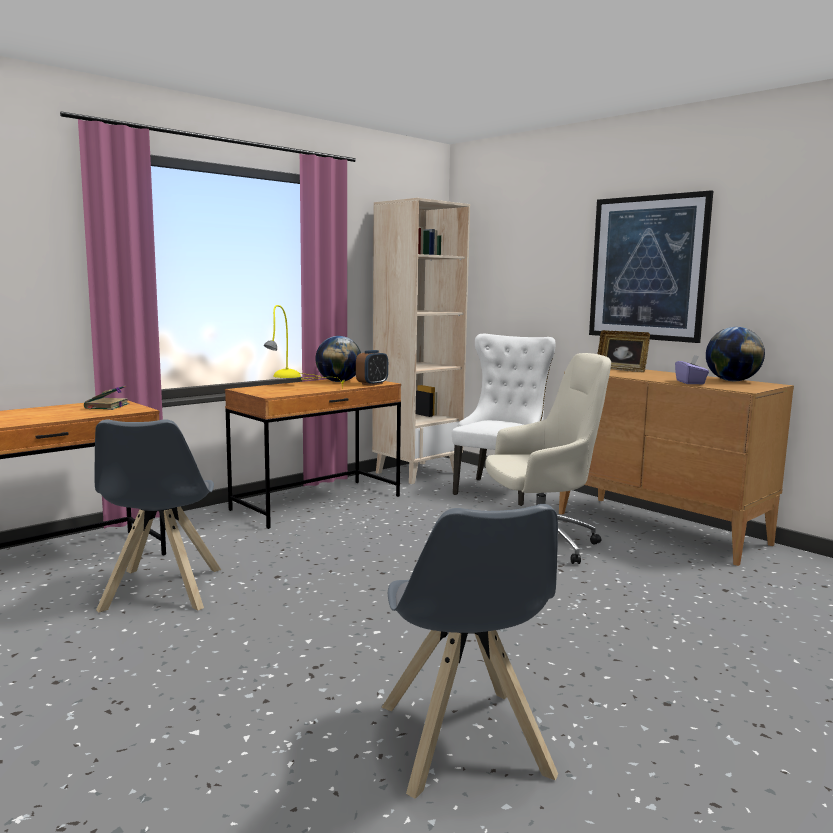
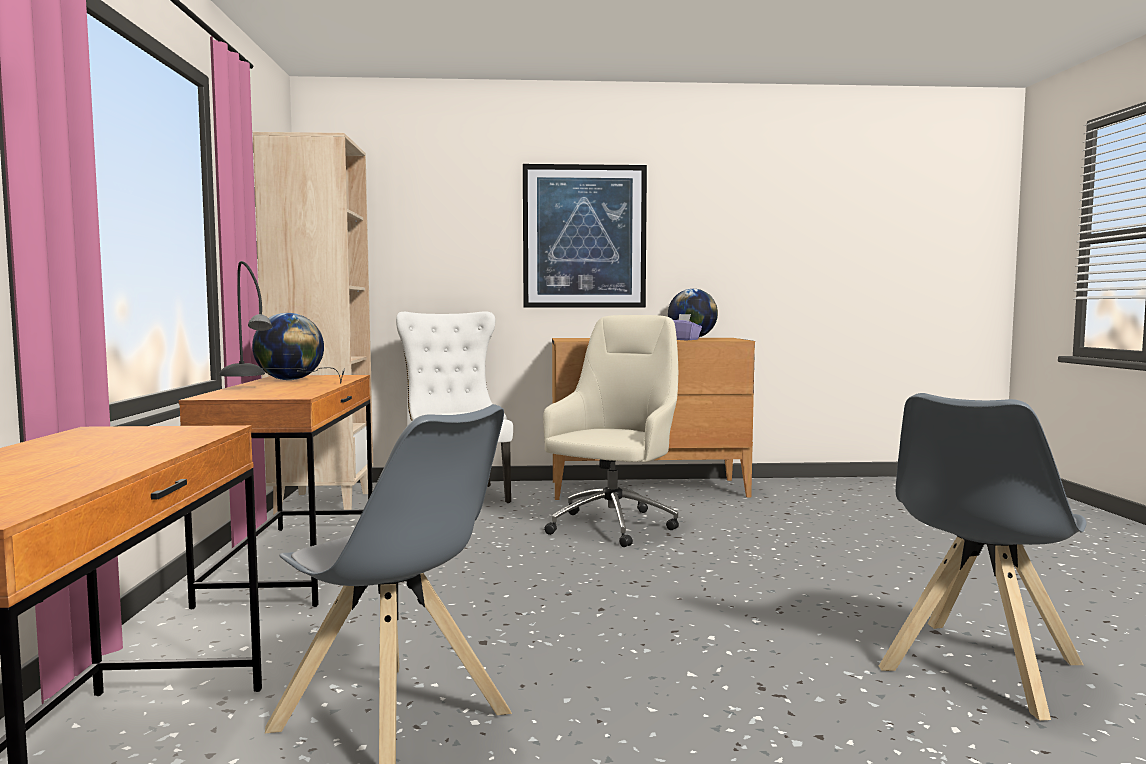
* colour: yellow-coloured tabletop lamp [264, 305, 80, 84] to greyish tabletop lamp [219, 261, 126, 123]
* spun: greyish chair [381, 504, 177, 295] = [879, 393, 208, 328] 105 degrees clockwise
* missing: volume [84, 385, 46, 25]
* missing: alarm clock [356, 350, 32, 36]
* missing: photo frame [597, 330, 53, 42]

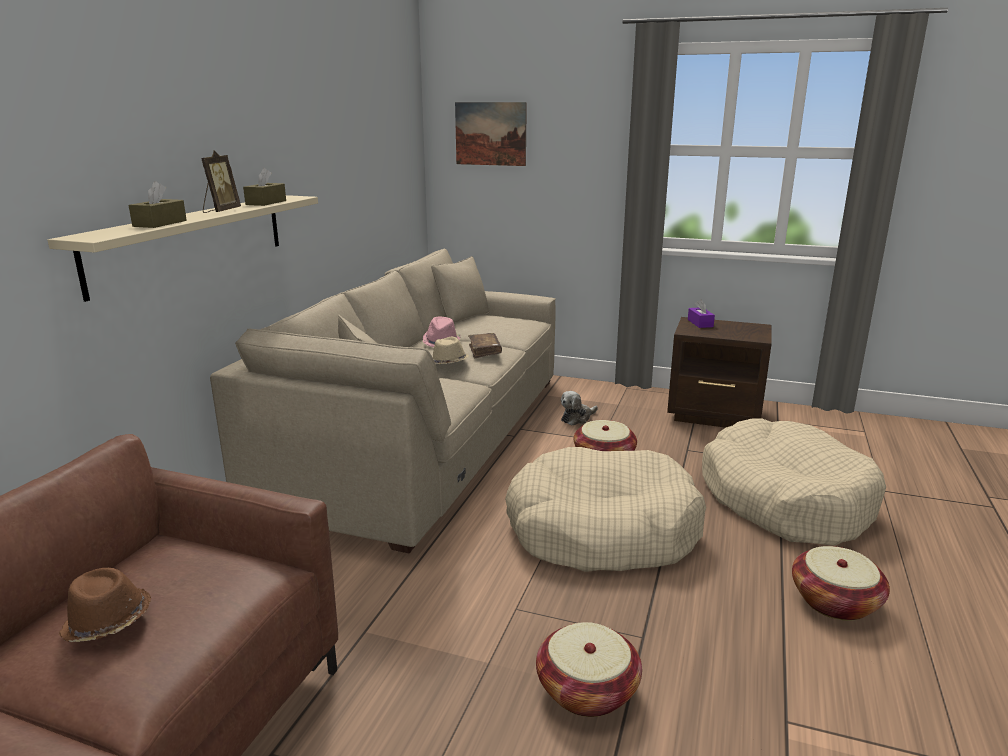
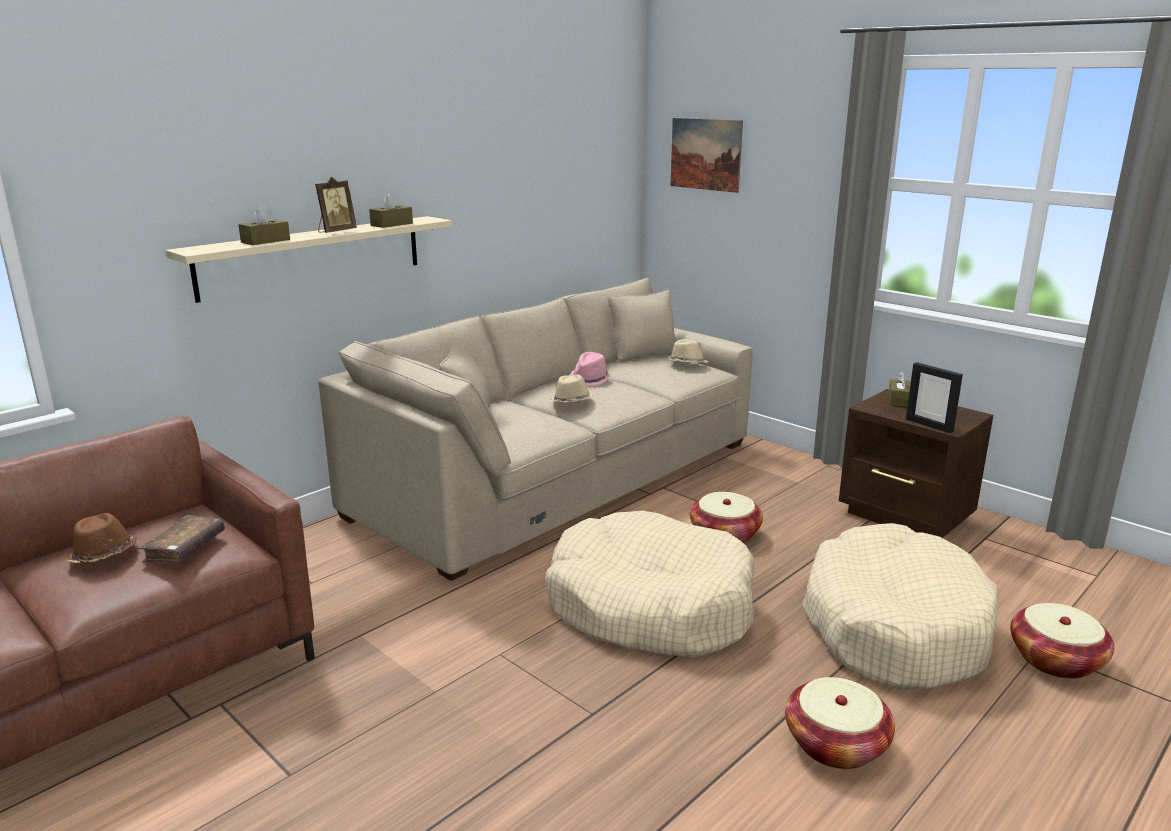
* relocated: brownish volume [469, 333, 33, 25] to [138, 515, 87, 48]
* appeared: beige wearable hat [668, 339, 40, 24]
* colour: purplish box of tissues [688, 299, 27, 29] to brownish box of tissues [889, 371, 22, 36]
* appeared: photo frame [906, 362, 57, 71]
* relocated: household basket [536, 622, 106, 95] to [1010, 603, 104, 76]
* missing: soft toy [561, 391, 37, 34]

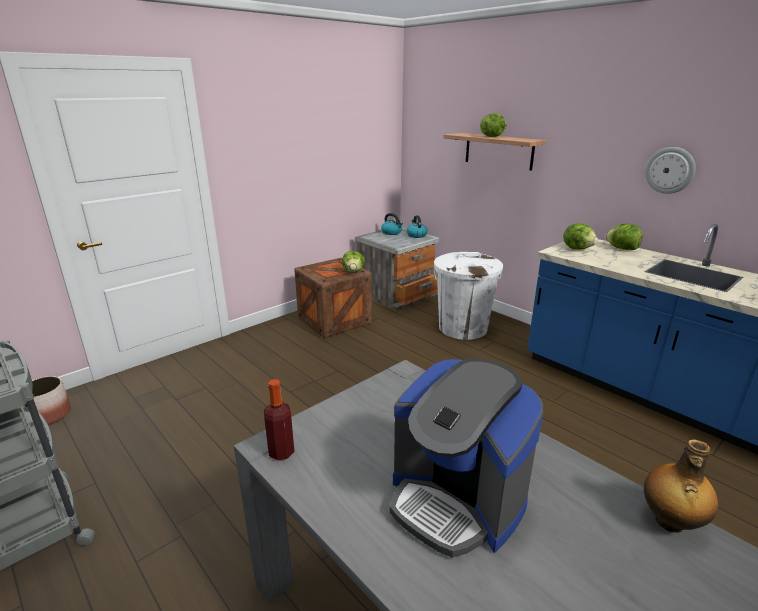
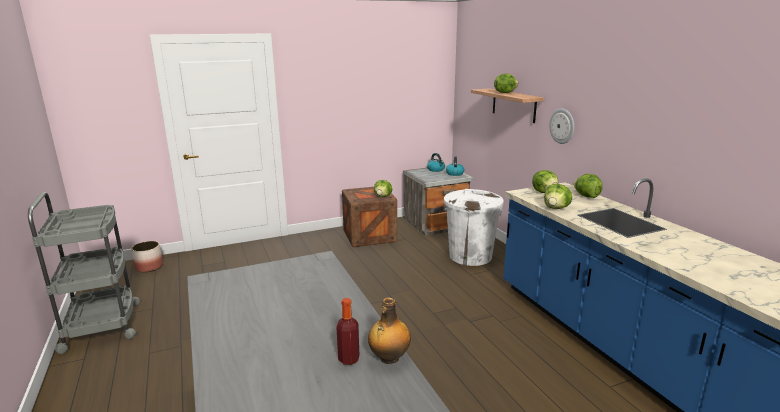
* relocated: bottle [264, 379, 31, 82] to [336, 298, 23, 67]
* appeared: lettuce head [544, 184, 28, 25]
* relocated: wall clock [645, 147, 51, 47] to [549, 108, 25, 36]
* missing: coffee machine [390, 358, 153, 200]

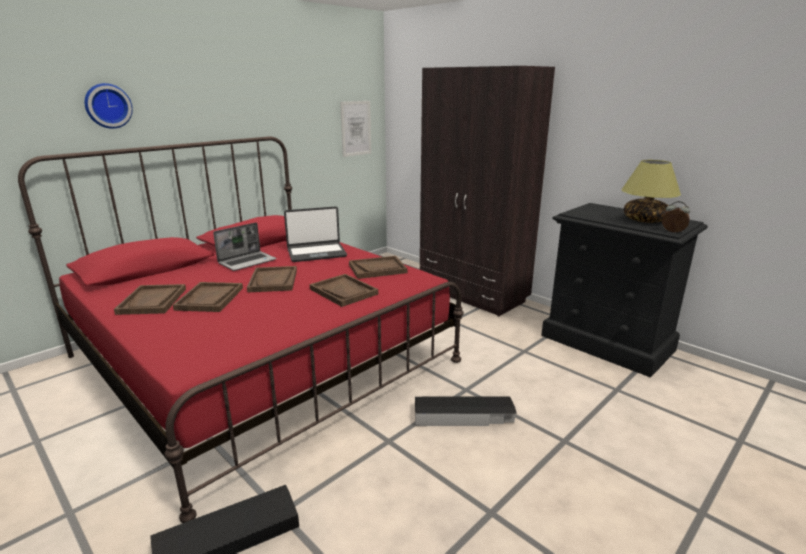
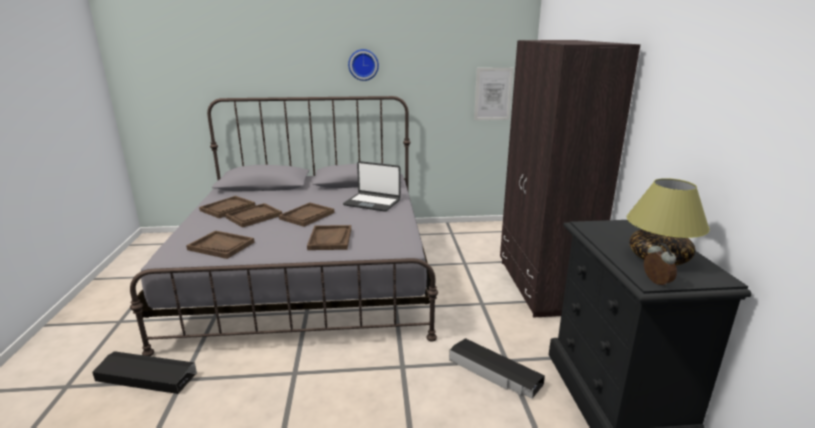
* colour: reddish bed [18, 136, 446, 387] to greyish bed [130, 96, 308, 260]
* relocated: brownish carrying tray [349, 256, 58, 23] to [186, 231, 69, 28]
* relocated: wall clock [84, 83, 49, 46] to [348, 49, 31, 32]
* relocated: black-coloured storage container [415, 397, 102, 29] to [449, 338, 96, 61]
* missing: notebook computer [213, 223, 64, 48]

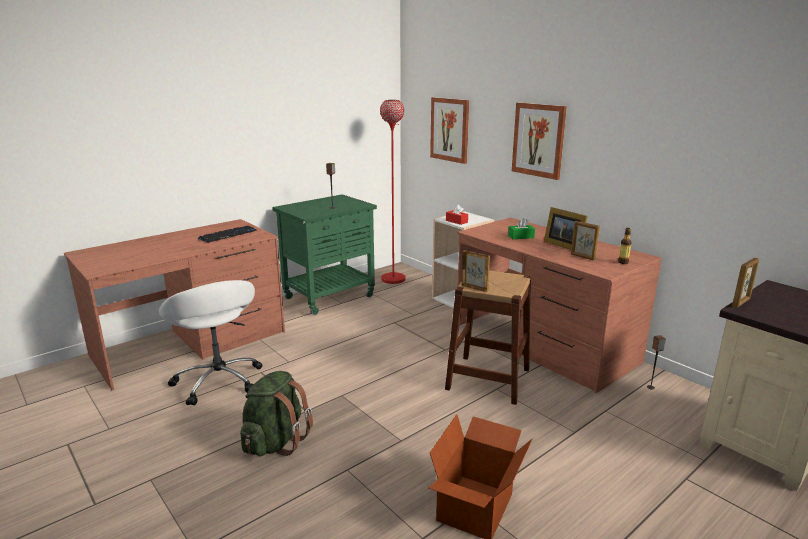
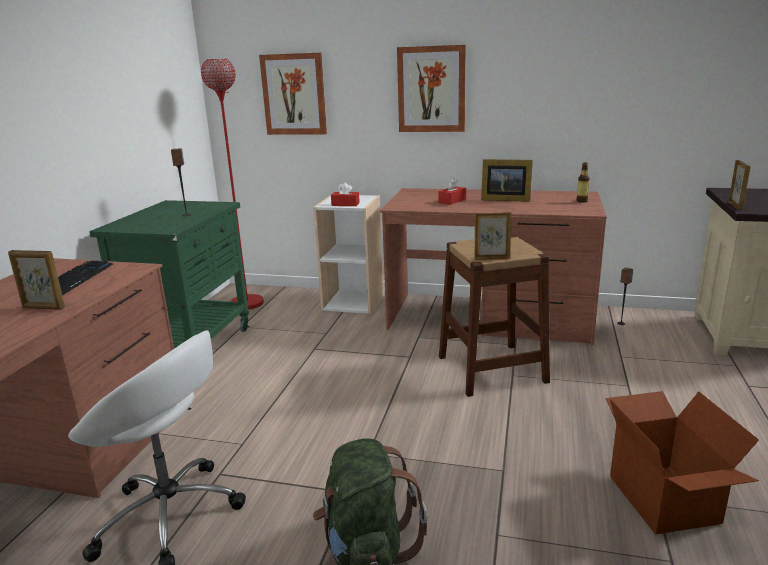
* relocated: photo frame [571, 221, 29, 39] to [8, 250, 57, 60]
* colour: green box of tissues [508, 218, 27, 21] to reddish box of tissues [438, 178, 28, 27]

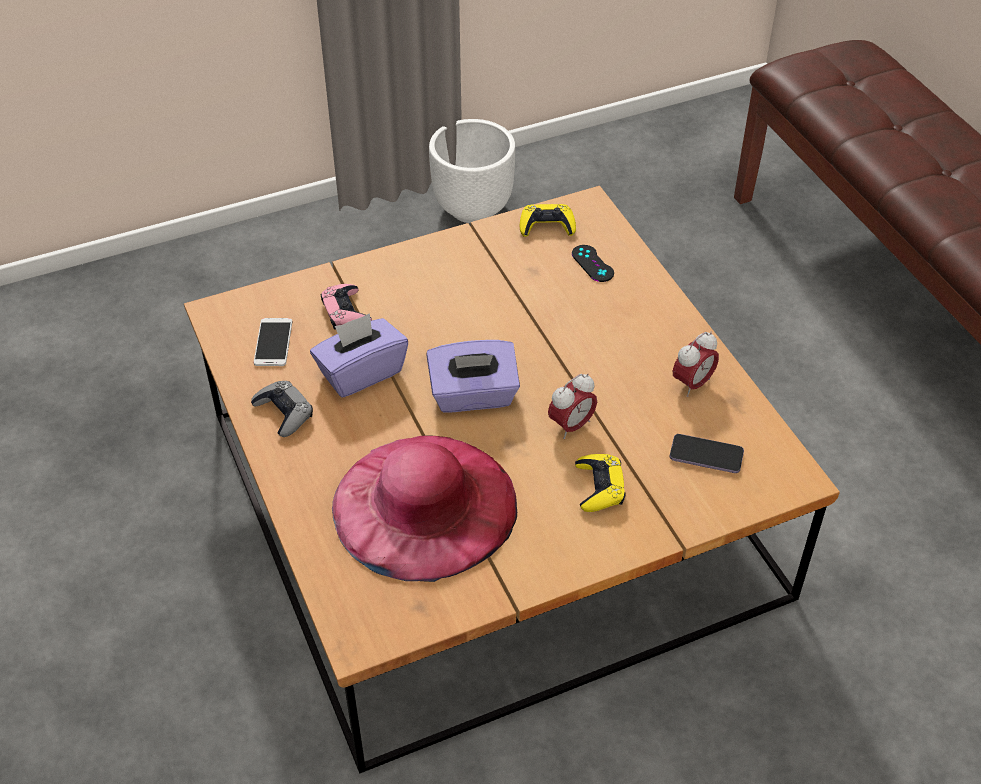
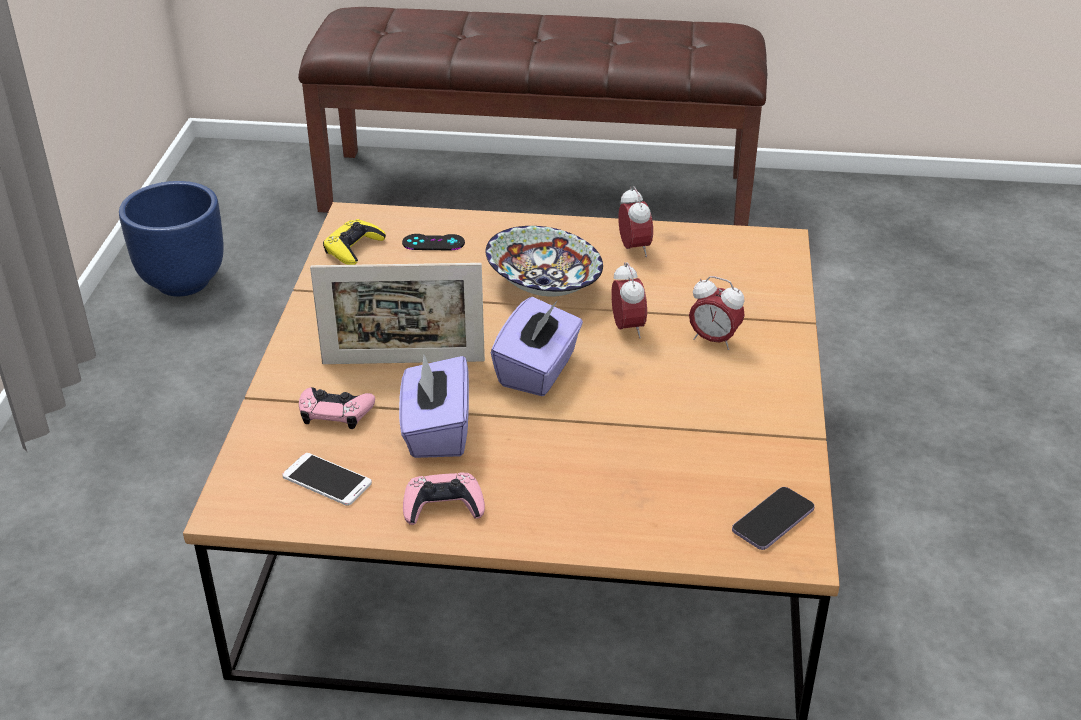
* appeared: blue-coloured planter [119, 181, 105, 116]
* appeared: photo frame [310, 263, 175, 101]
* colour: greyish joypad [251, 381, 62, 56] to pink-coloured joypad [403, 473, 82, 52]
* appeared: deep dish [485, 226, 118, 71]
* exchanged: yellow-coloured joypad [575, 454, 51, 58] to alarm clock [689, 276, 56, 74]
* relocated: handset [670, 434, 74, 39] to [732, 487, 83, 63]
* missing: pink-coloured wearable hat [332, 435, 185, 147]
* missing: whitish planter [429, 119, 87, 104]

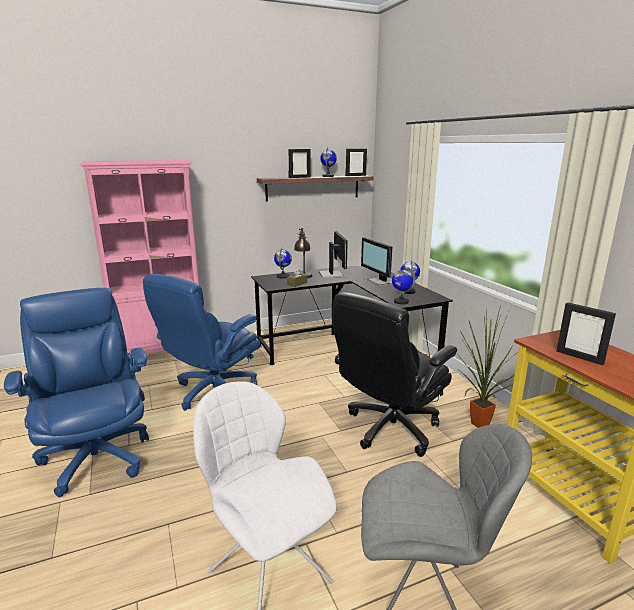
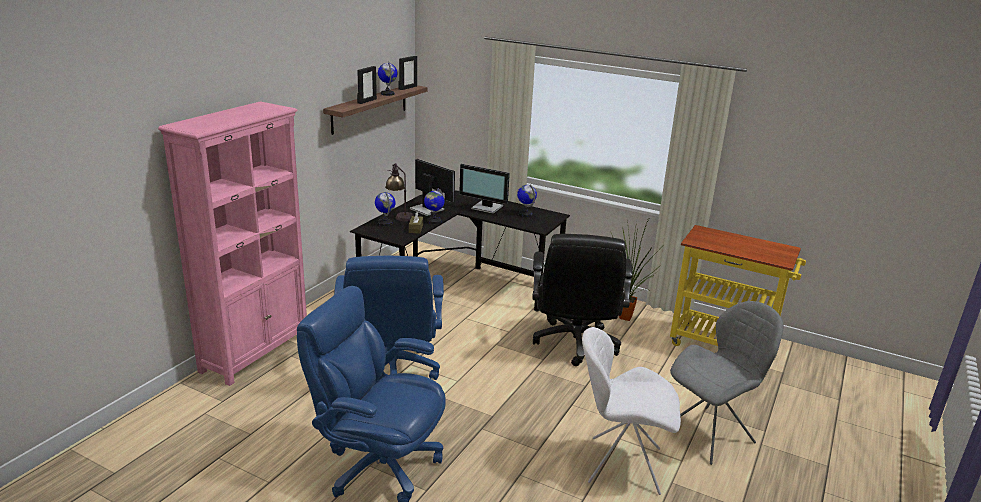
* relocated: desk globe [392, 268, 23, 36] to [424, 188, 20, 36]
* missing: photo frame [556, 302, 60, 63]

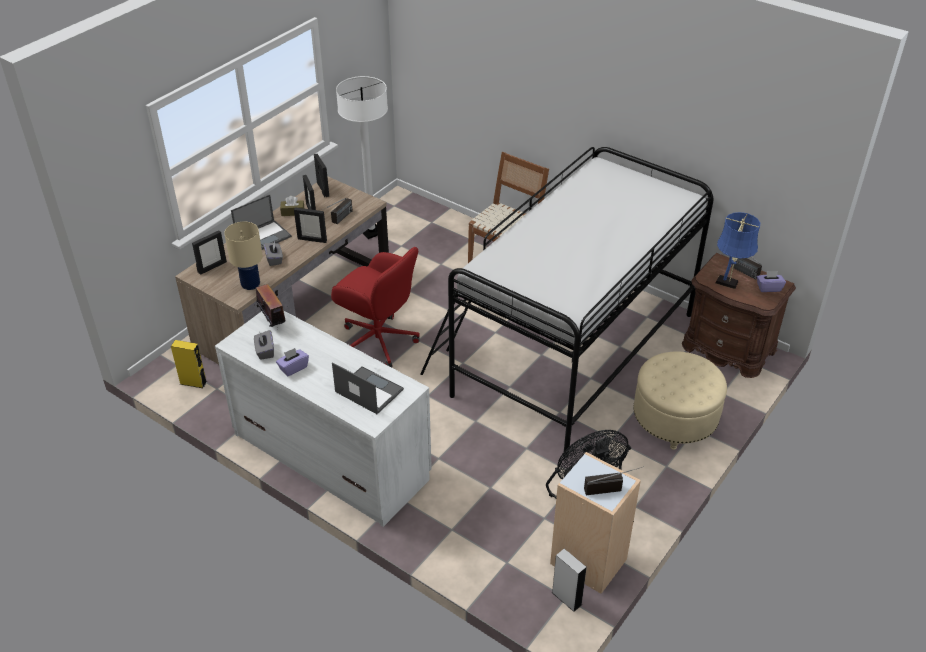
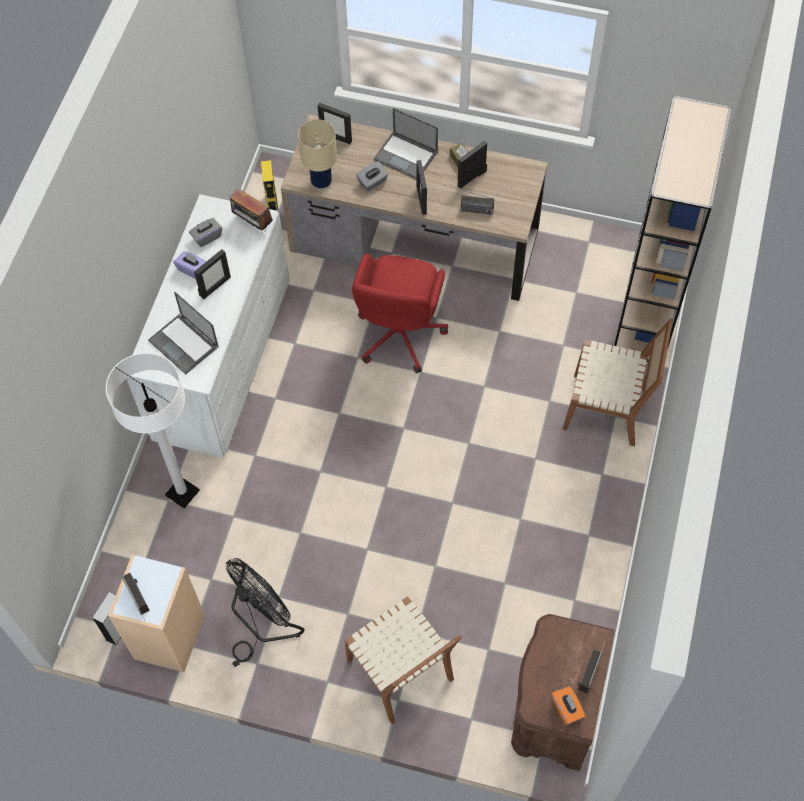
* relocated: whitish standard lamp [336, 76, 52, 163] to [106, 353, 94, 155]
* spun: notebook computer [332, 362, 72, 52] = [148, 292, 71, 82] 120 degrees clockwise
* relocated: photo frame [314, 154, 15, 43] to [194, 249, 37, 50]
* spun: radio [256, 284, 30, 43] = [230, 188, 43, 45] 90 degrees clockwise
* exchanged: beige ottoman [633, 352, 94, 98] to chair [344, 596, 118, 128]
* colour: purplish box of tissues [757, 271, 29, 21] to orange-coloured box of tissues [552, 686, 33, 39]
* appeared: beige bookcase [614, 95, 117, 267]
* missing: black-coloured bed [421, 147, 292, 310]
* missing: blue-coloured tabletop lamp [715, 212, 45, 77]

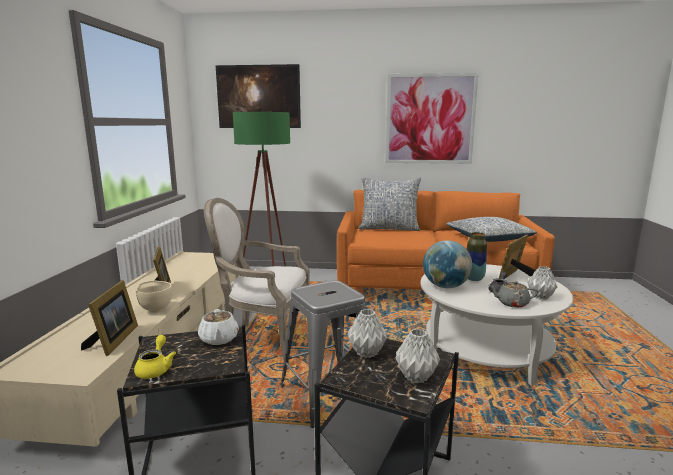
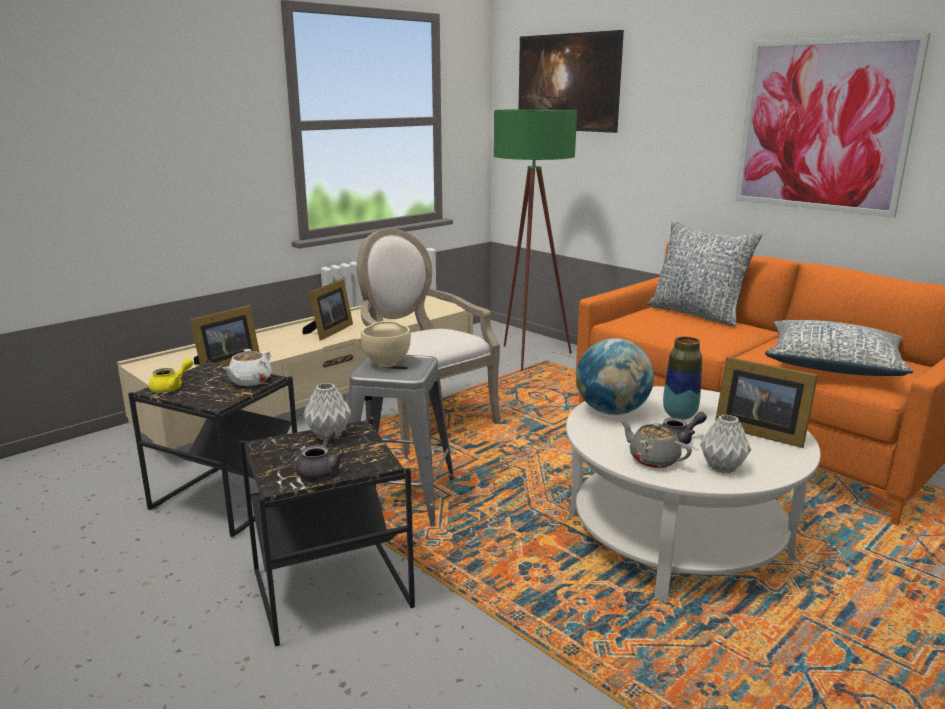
* exchanged: greyish decorative vase [395, 329, 45, 54] to greyish pot for tea [296, 429, 49, 50]
* relocated: beige deep dish [136, 280, 36, 33] to [361, 321, 50, 47]
* spun: photo frame [499, 235, 37, 43] = [715, 357, 103, 91] 135 degrees counterclockwise

